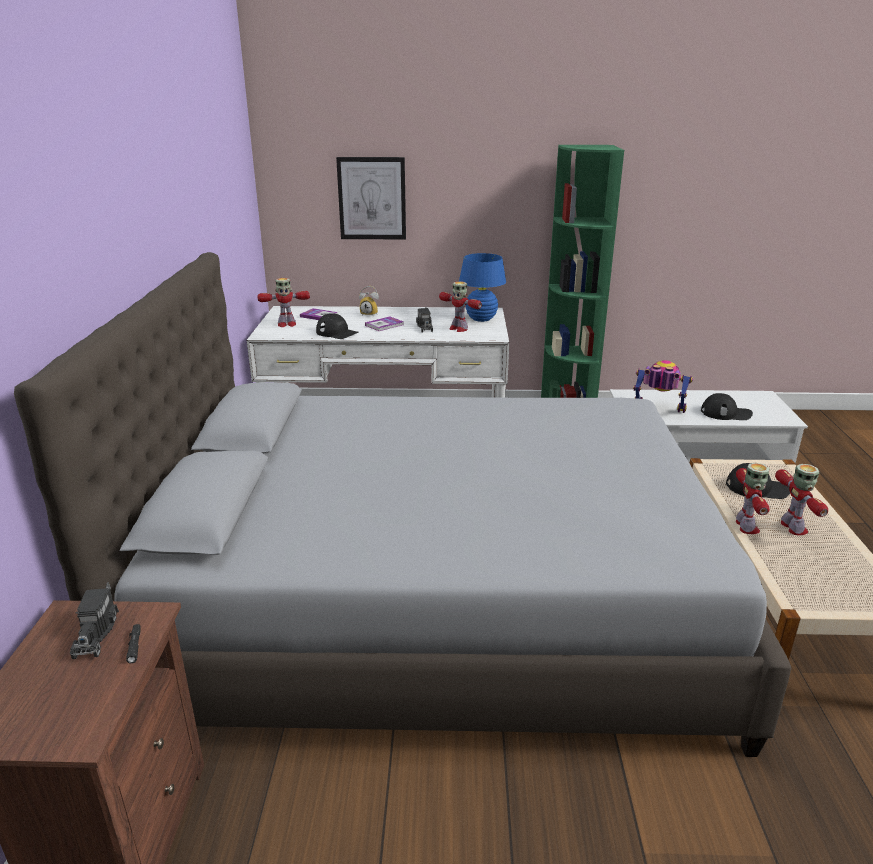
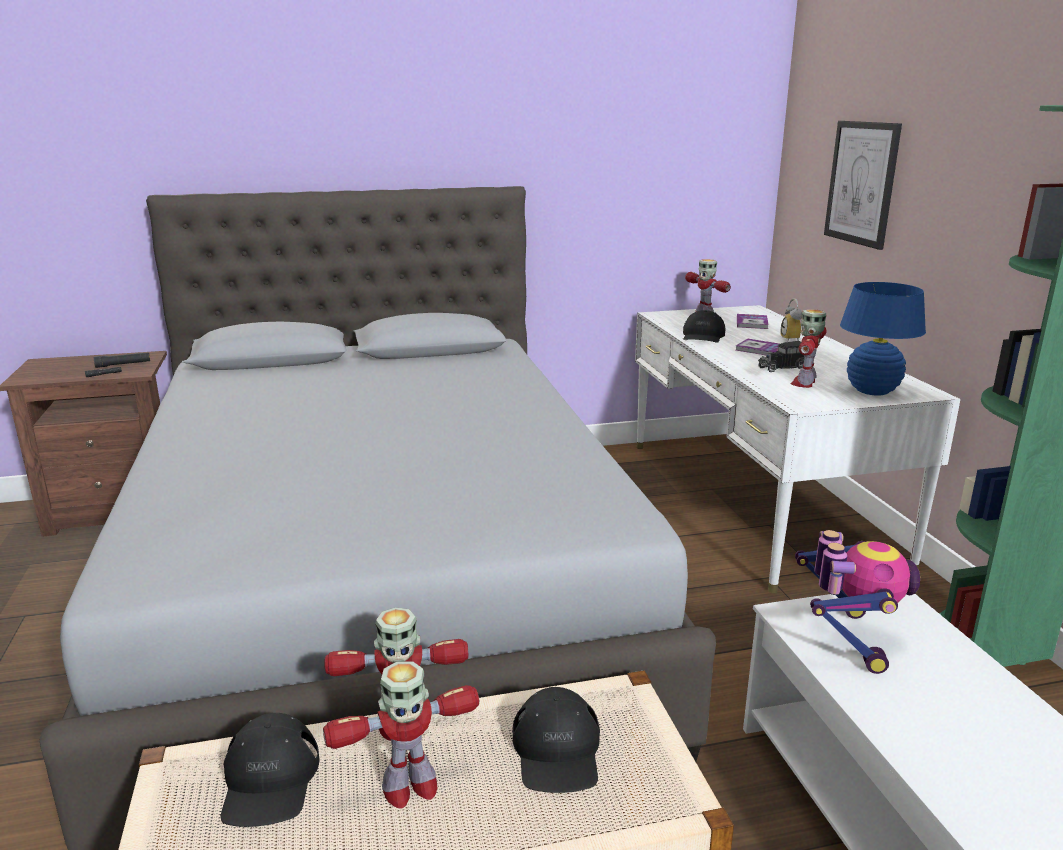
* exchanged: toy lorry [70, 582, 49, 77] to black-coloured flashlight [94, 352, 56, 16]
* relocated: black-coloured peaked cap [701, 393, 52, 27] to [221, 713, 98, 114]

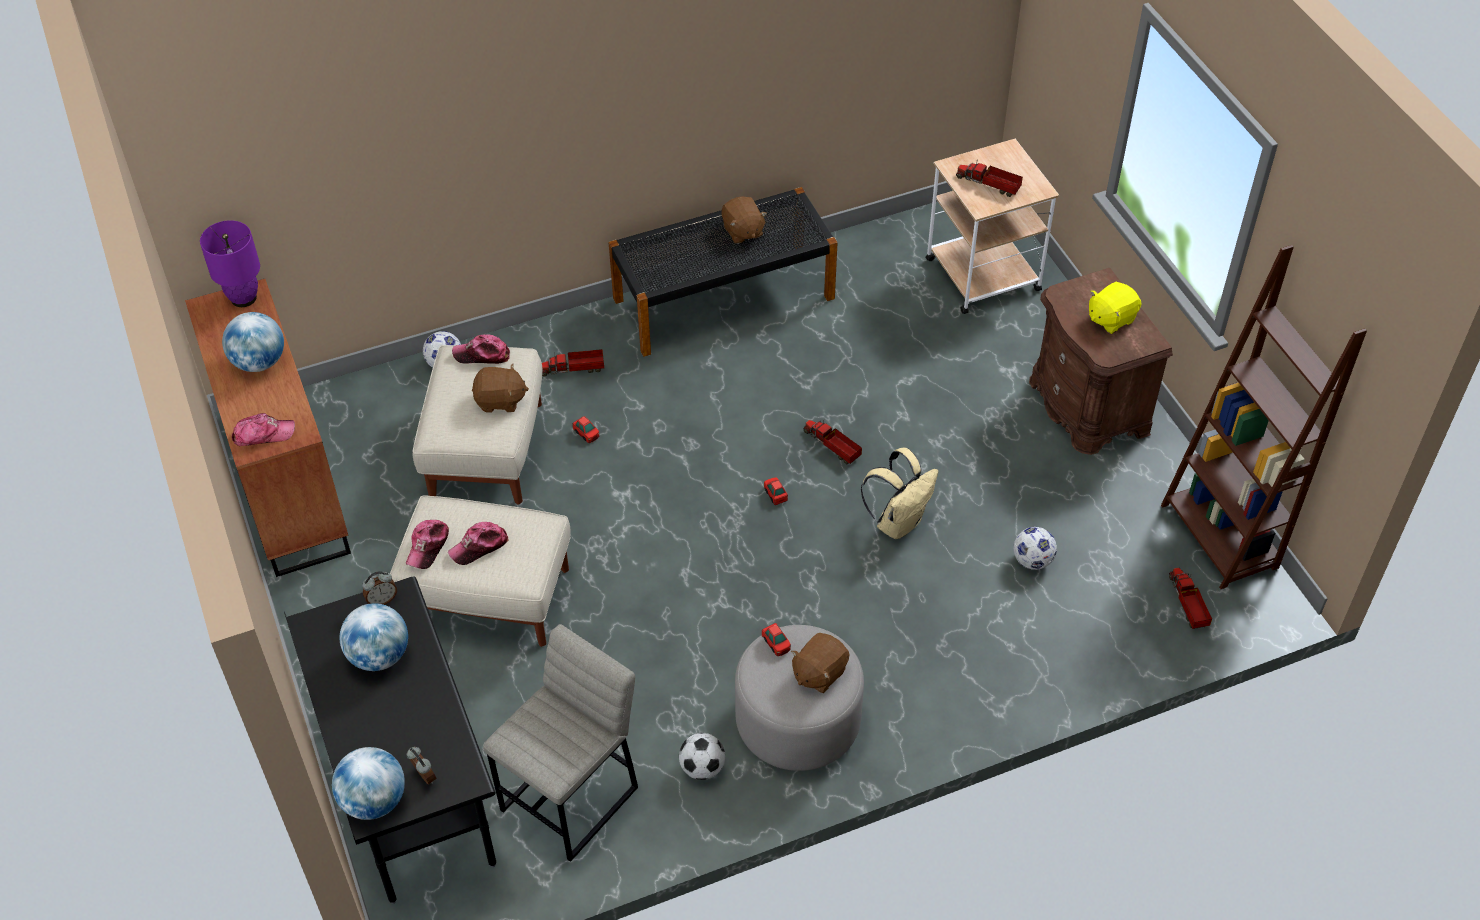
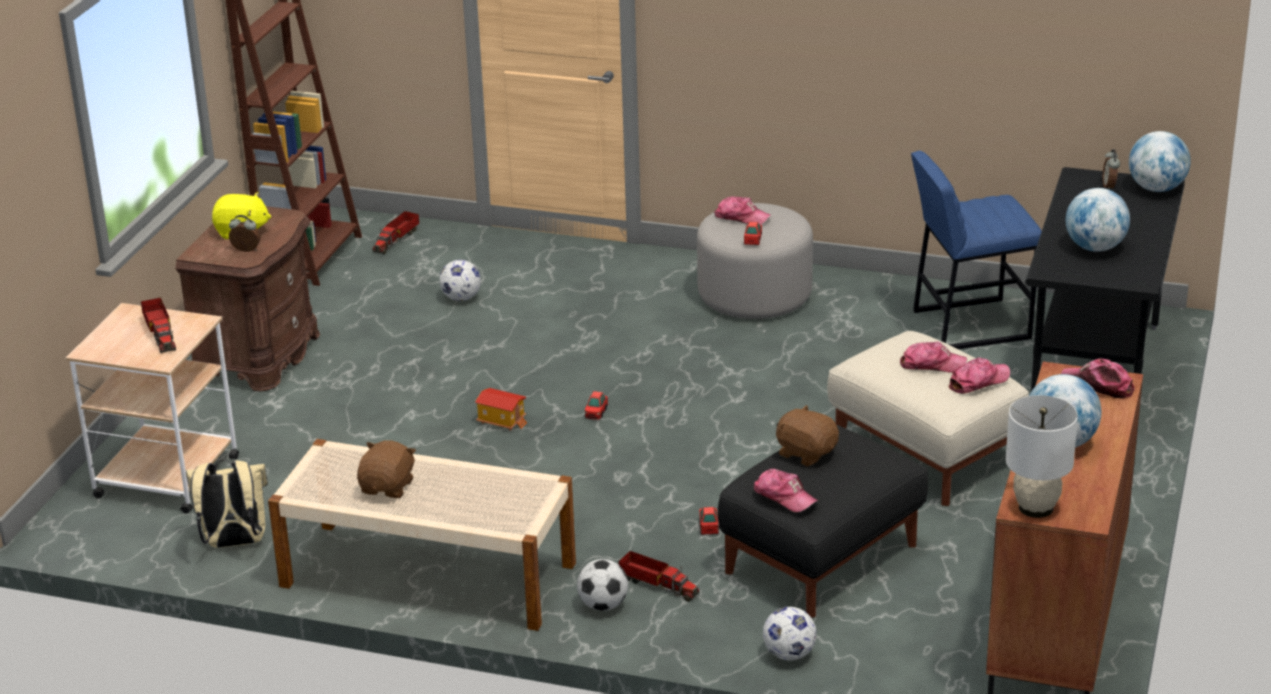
* relocated: beige knapsack [861, 448, 78, 91] to [186, 460, 82, 88]
* relocated: alarm clock [362, 571, 35, 34] to [229, 215, 32, 37]
* colour: black-coloured indoor bench [608, 187, 230, 170] to beige indoor bench [268, 439, 308, 192]
* exchanged: toy lorry [803, 420, 59, 44] to model house [475, 388, 52, 43]
* relocated: football [679, 733, 46, 47] to [577, 559, 51, 52]
* exchanged: brownish soft toy [791, 633, 59, 60] to peaked cap [714, 196, 57, 29]
* colour: beige ottoman [413, 345, 130, 160] to black-coloured ottoman [718, 425, 210, 193]
* colour: greyish chair [483, 624, 155, 238] to blue-coloured chair [911, 150, 131, 199]
* colour: purplish tabletop lamp [200, 220, 60, 87] to whitish tabletop lamp [1006, 395, 72, 123]

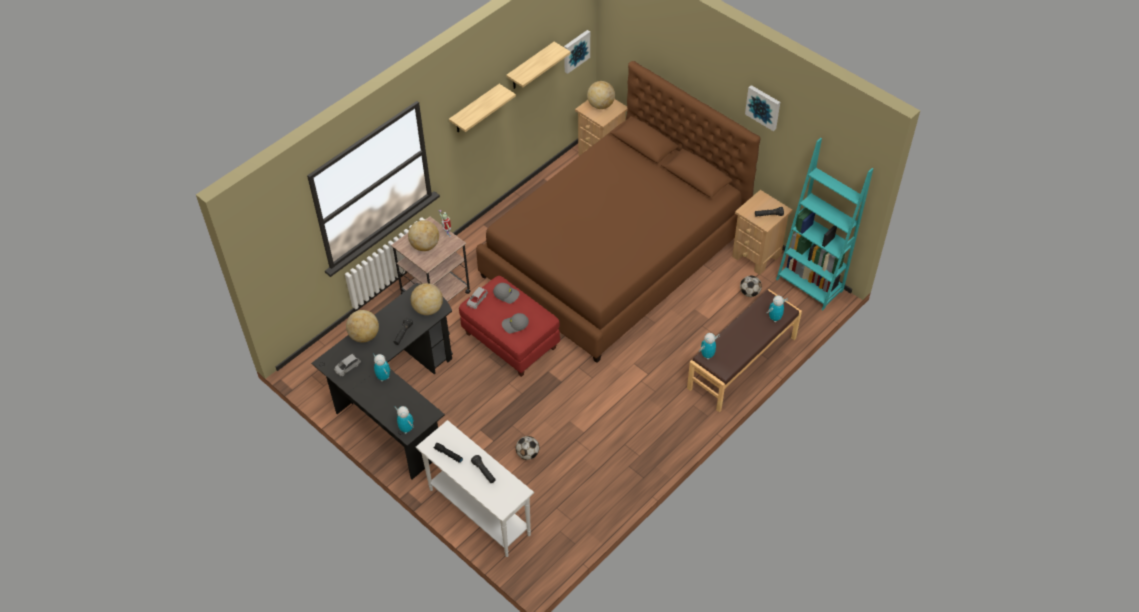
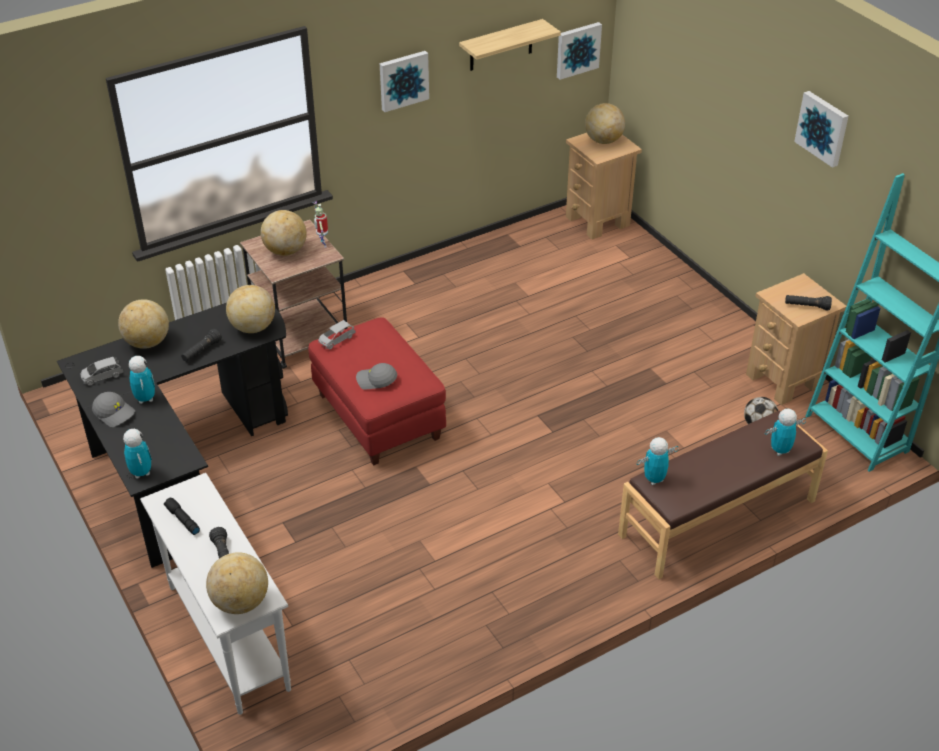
* relocated: greyish peaked cap [493, 283, 27, 21] to [92, 392, 43, 35]
* appeared: desk globe [206, 552, 62, 62]
* exchanged: shelf [449, 84, 67, 48] to picture [380, 51, 49, 61]
* missing: brownish bed [476, 61, 284, 302]
* missing: football [516, 436, 23, 24]

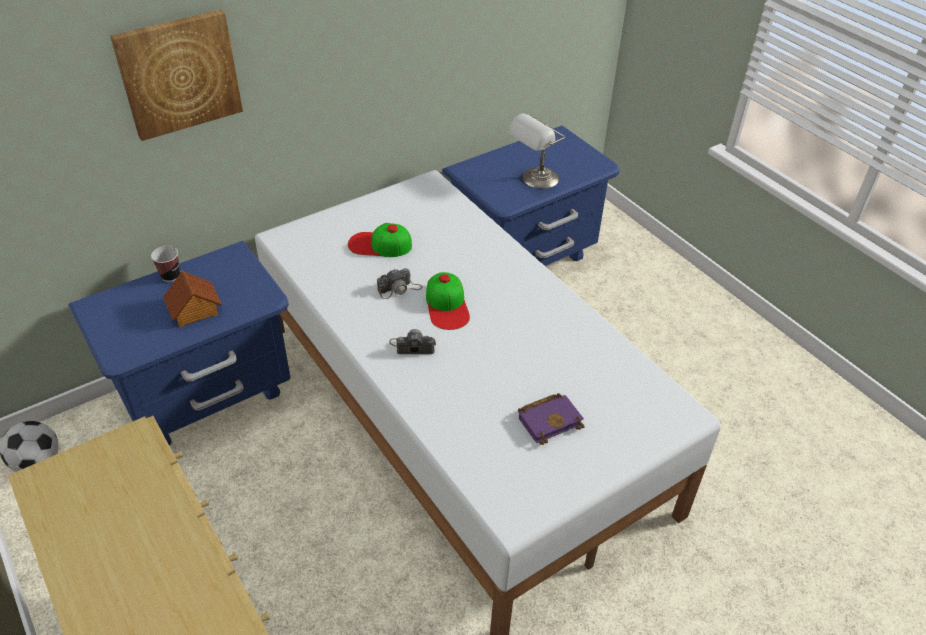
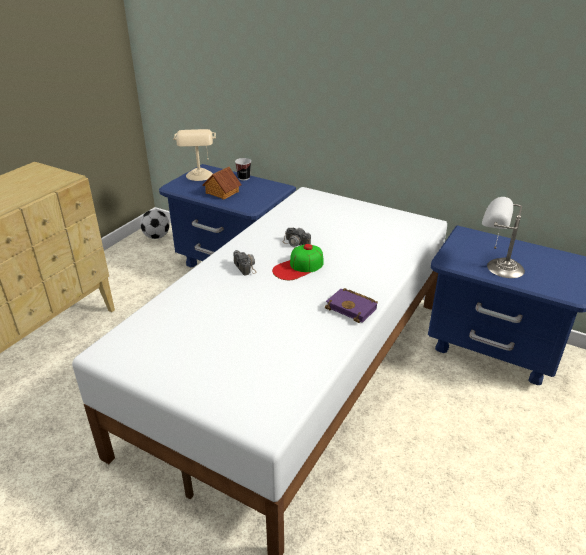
* appeared: beige tabletop lamp [173, 129, 43, 52]
* relocated: purplish volume [518, 393, 66, 52] to [325, 288, 53, 35]
* missing: picture [110, 9, 133, 132]
* missing: peaked cap [348, 223, 64, 34]

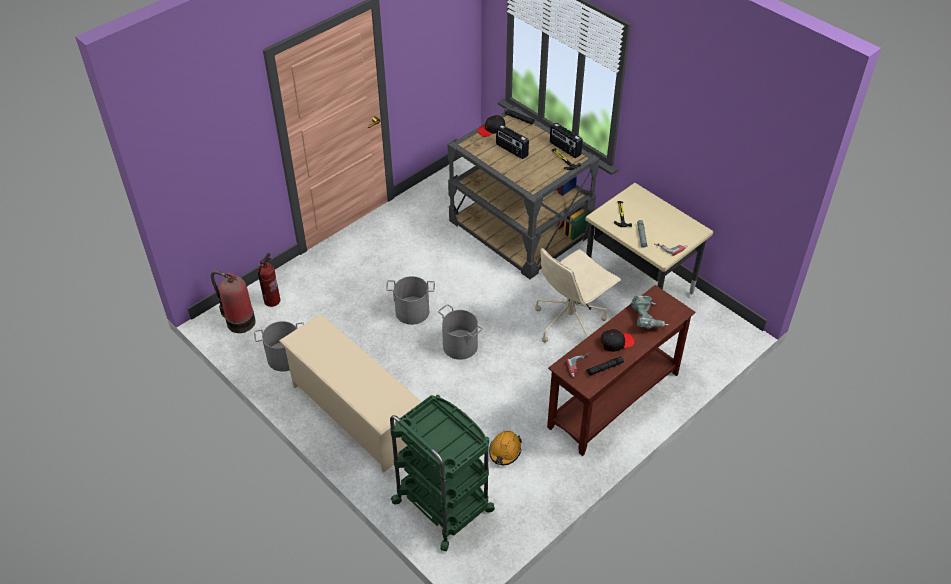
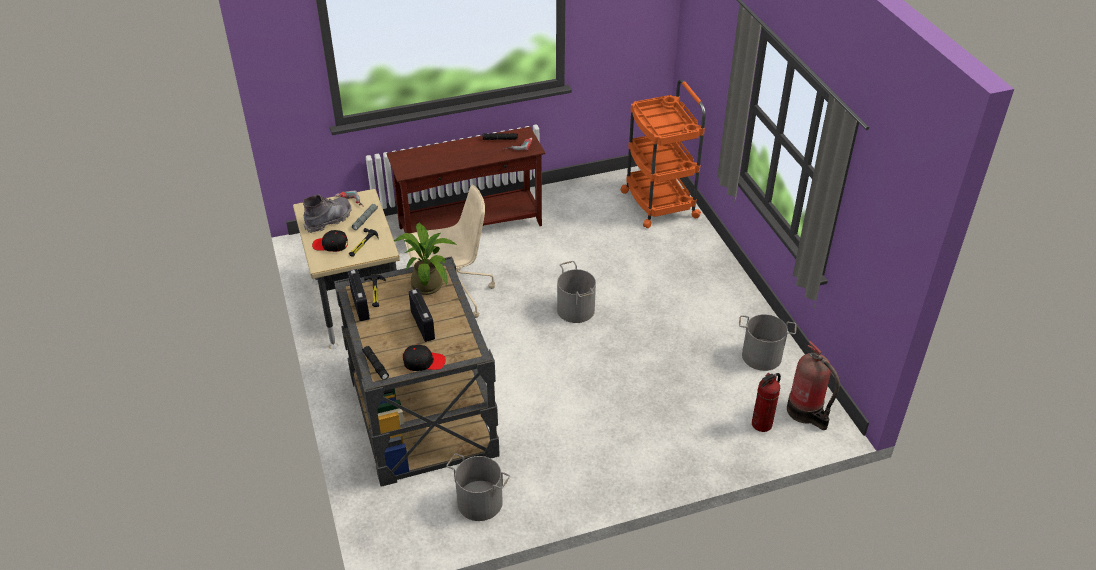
* appeared: greyish high-top boot [303, 194, 49, 39]
* relocated: black-coloured peaked cap [600, 329, 34, 23] to [312, 230, 36, 22]
* appeared: plant in a pot [393, 222, 63, 73]
* relocated: greyish water bucket [386, 276, 49, 49] to [446, 453, 64, 68]
* colour: green wheeled cart [390, 395, 105, 156] to orange-coloured wheeled cart [621, 80, 85, 148]
* missing: beige shoe shelf [279, 314, 143, 159]
* missing: orange-coloured safety helmet [489, 431, 33, 34]
* missing: power drill [631, 296, 39, 33]

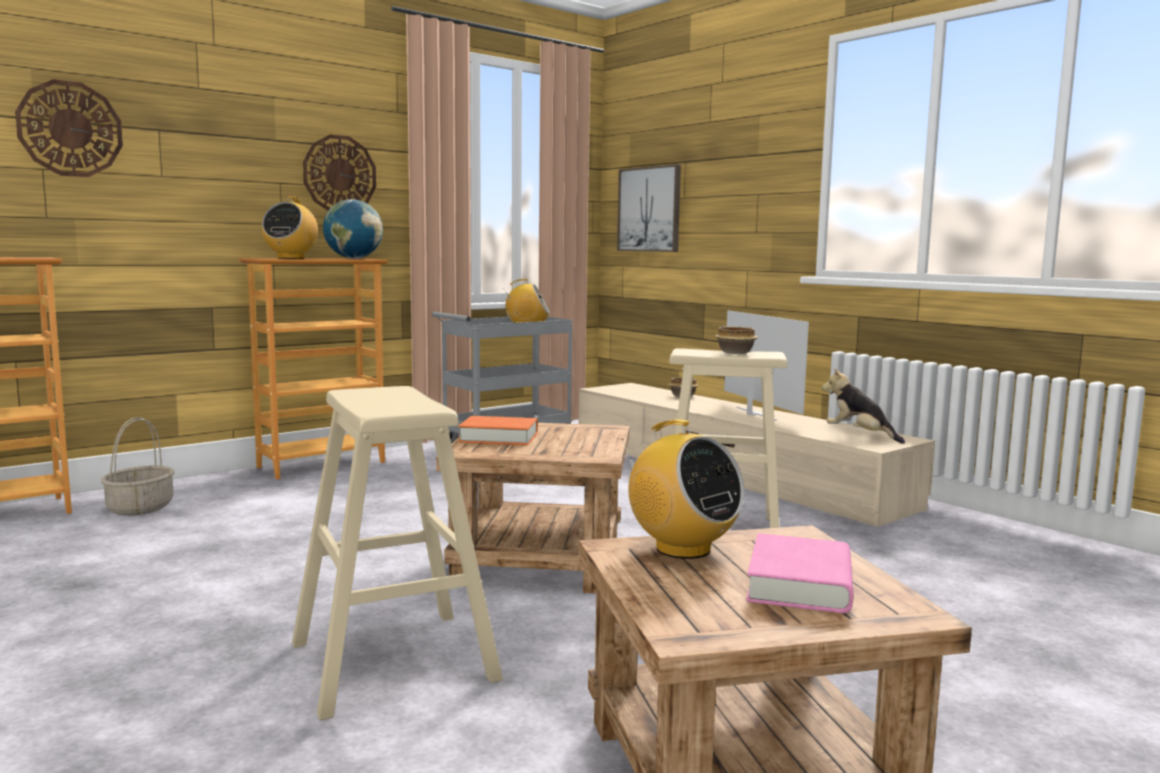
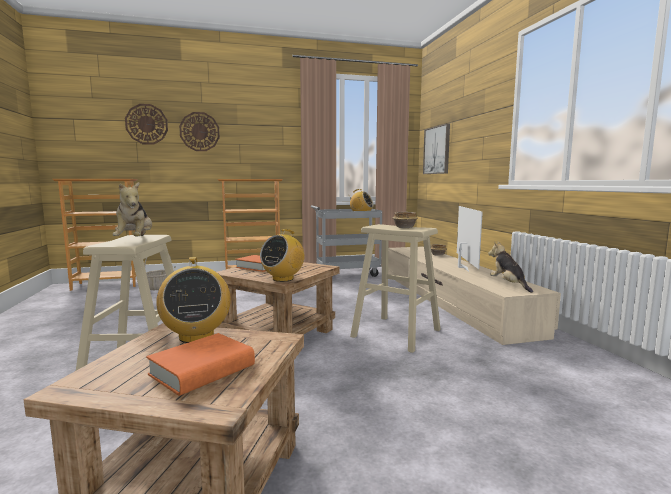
* appeared: soft toy [113, 182, 39, 54]
* colour: pink-coloured volume [746, 533, 107, 80] to orange-coloured volume [146, 333, 109, 63]
* relocated: wall clock [303, 135, 73, 75] to [179, 112, 41, 39]
* relocated: radio [262, 196, 56, 63] to [260, 229, 44, 53]
* missing: desk globe [323, 199, 60, 60]

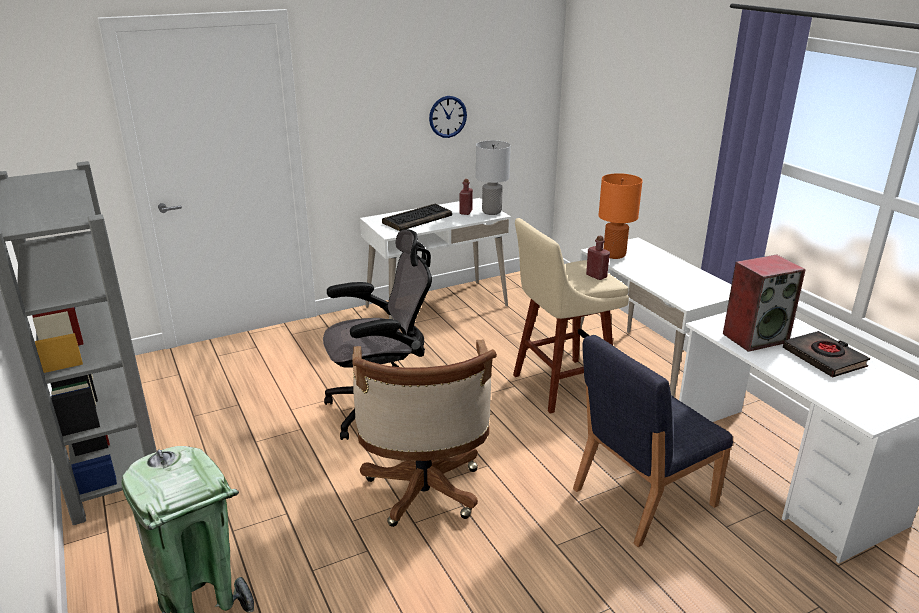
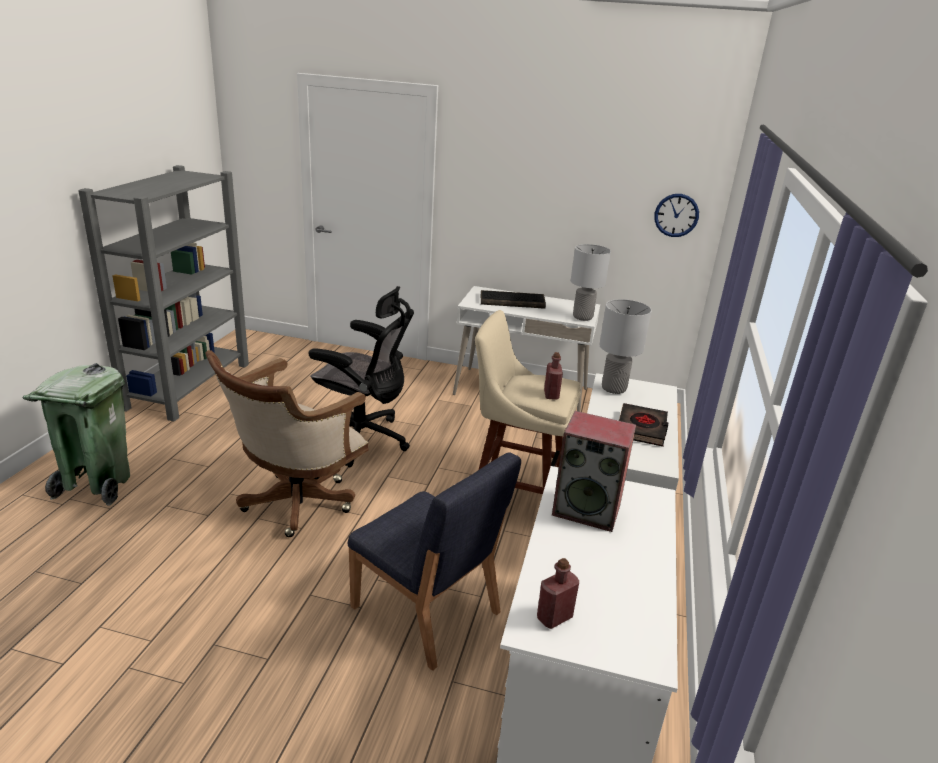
* spun: blue-coloured chair [573, 335, 160, 212] = [347, 453, 174, 218] 150 degrees counterclockwise
* relocated: reddish bottle [460, 179, 13, 36] to [537, 558, 42, 71]
* colour: orange-coloured tabletop lamp [599, 173, 44, 86] to greyish tabletop lamp [599, 299, 53, 95]
* relocated: black-coloured volume [783, 331, 87, 46] to [619, 403, 50, 44]
* relocated: wall clock [429, 96, 38, 42] to [654, 194, 45, 43]

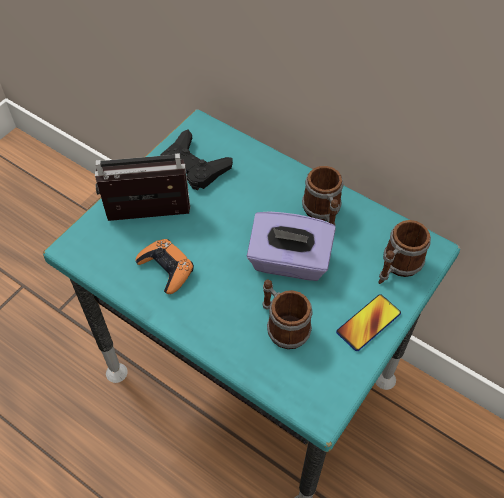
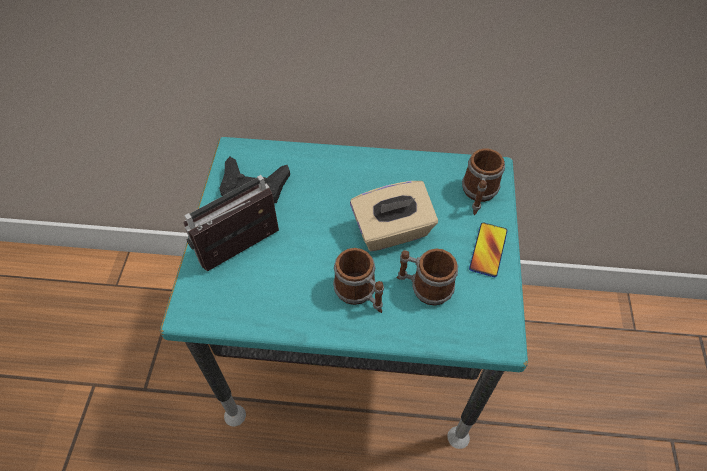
* relocated: coffee mug [302, 166, 41, 59] to [333, 248, 51, 65]
* colour: purplish box of tissues [247, 211, 89, 70] to beige box of tissues [350, 181, 88, 71]
* missing: orange-coloured joypad [136, 239, 58, 55]

